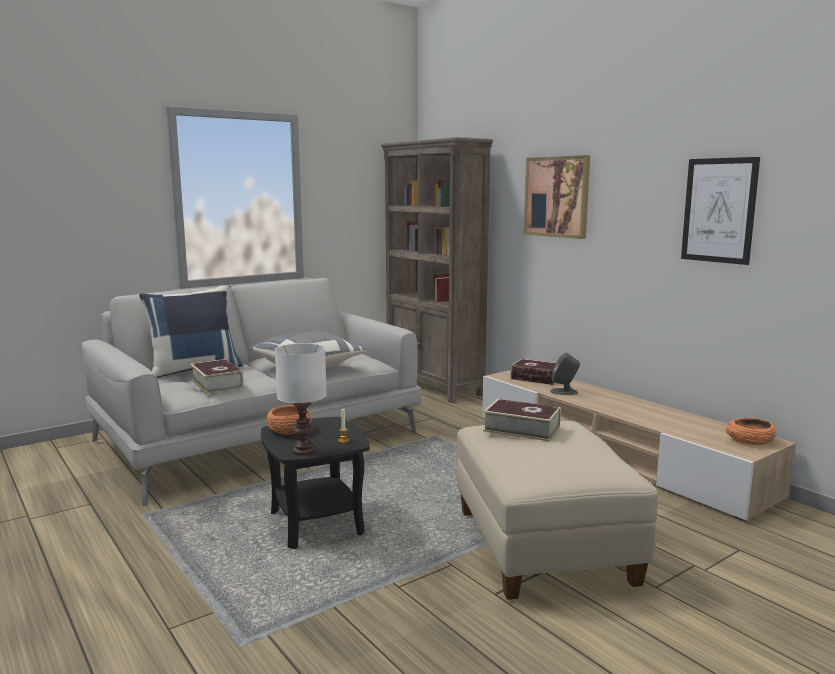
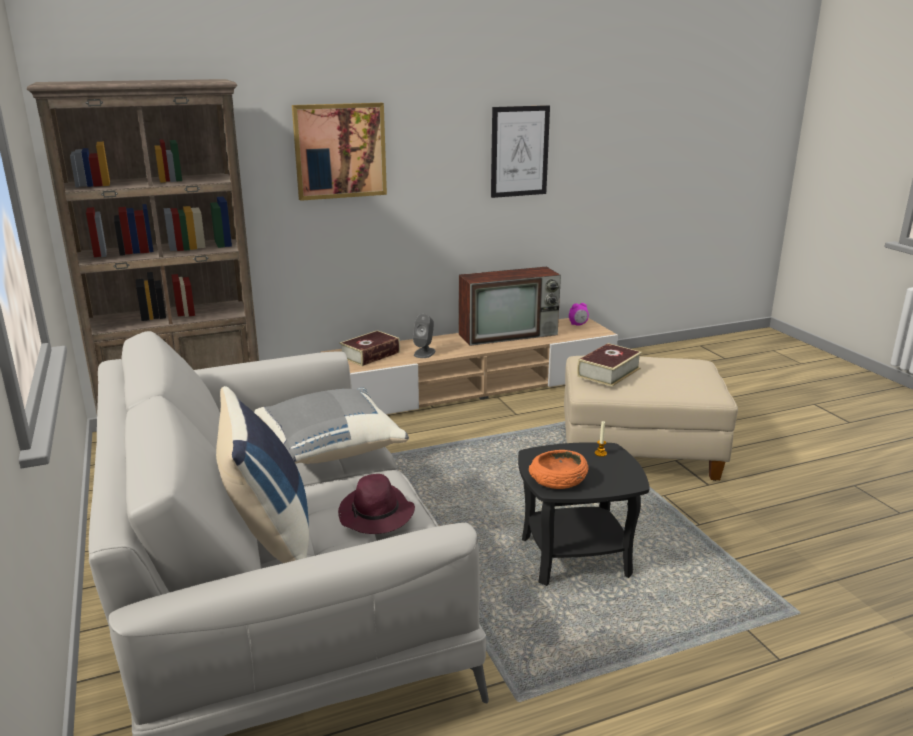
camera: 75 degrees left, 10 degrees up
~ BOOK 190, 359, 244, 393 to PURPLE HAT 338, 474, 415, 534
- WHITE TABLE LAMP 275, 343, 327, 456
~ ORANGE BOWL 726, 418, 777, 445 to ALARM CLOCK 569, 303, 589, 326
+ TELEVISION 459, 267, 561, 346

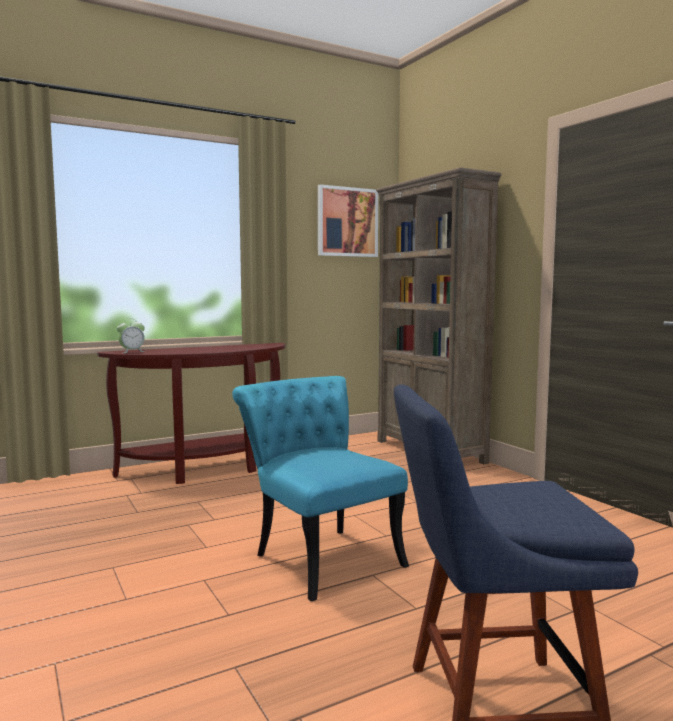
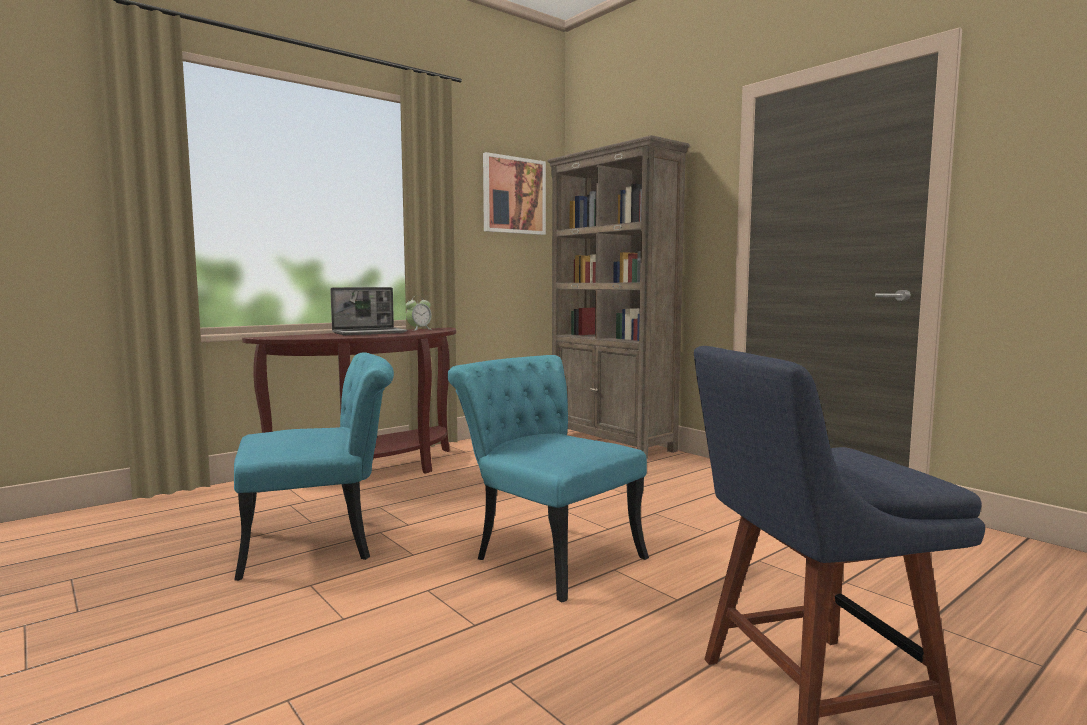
camera: 10 degrees left, 0 degrees up
~ ALARM CLOCK 117, 320, 145, 353 to 406, 296, 432, 331
+ TURQUOISE CHAIR 234, 352, 394, 581
+ LAPTOP 330, 287, 407, 335

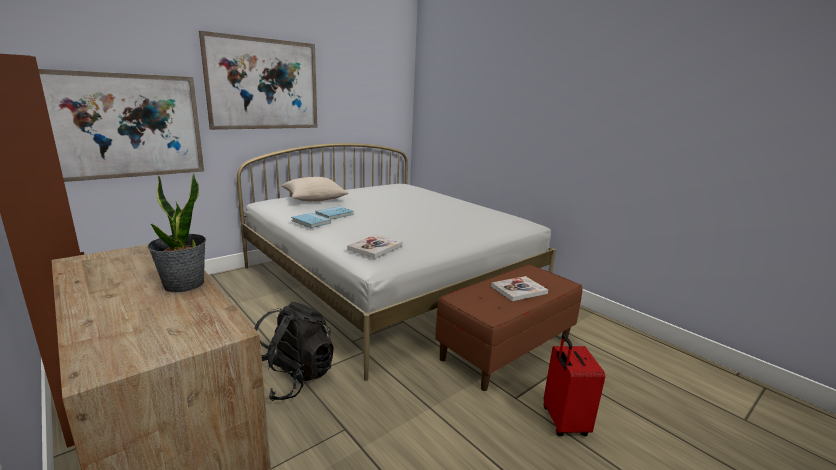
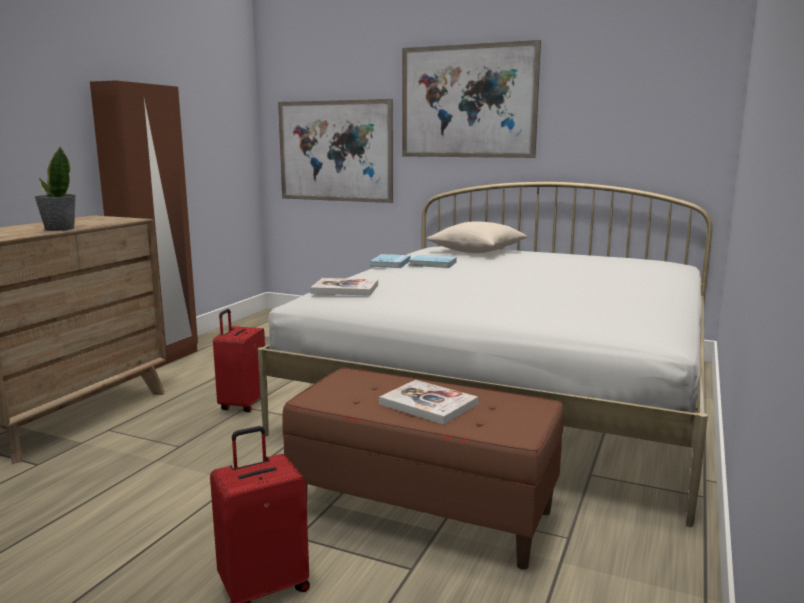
camera: 65 degrees right, 5 degrees down
~ BLACK BACKPACK 254, 302, 334, 401 to RED SUITCASE 213, 309, 265, 412

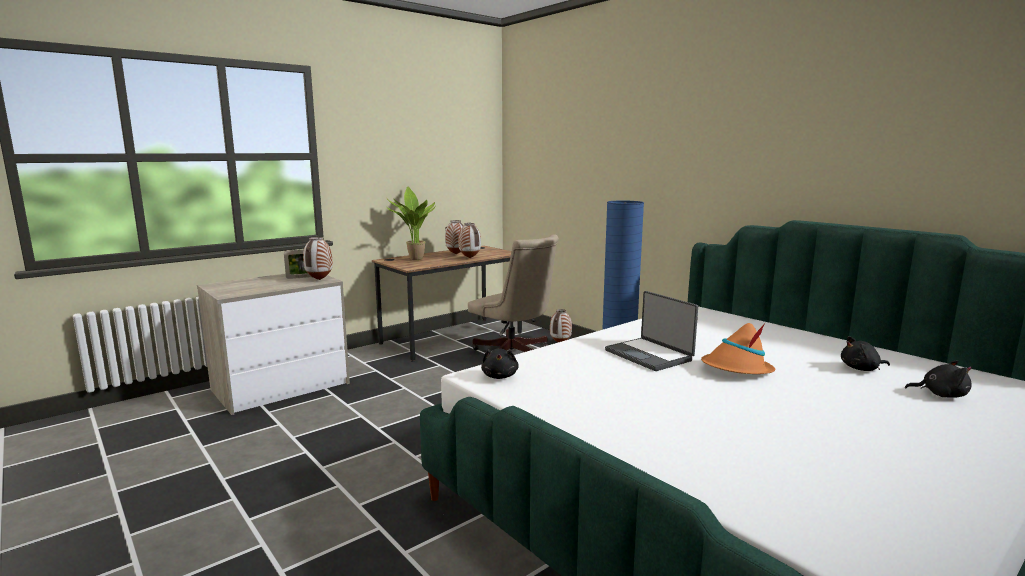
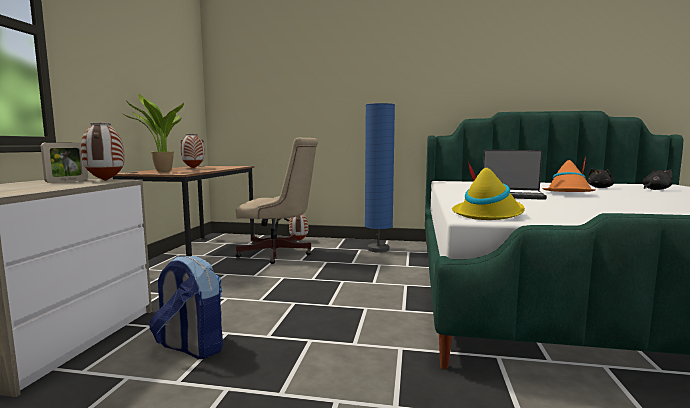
camera: 40 degrees left, 5 degrees down
- VASE 458, 223, 481, 258
~ BLACK PLUSH TOY 481, 348, 519, 379 to YELLOW HAT 452, 162, 525, 220
+ BACKPACK 149, 256, 223, 359

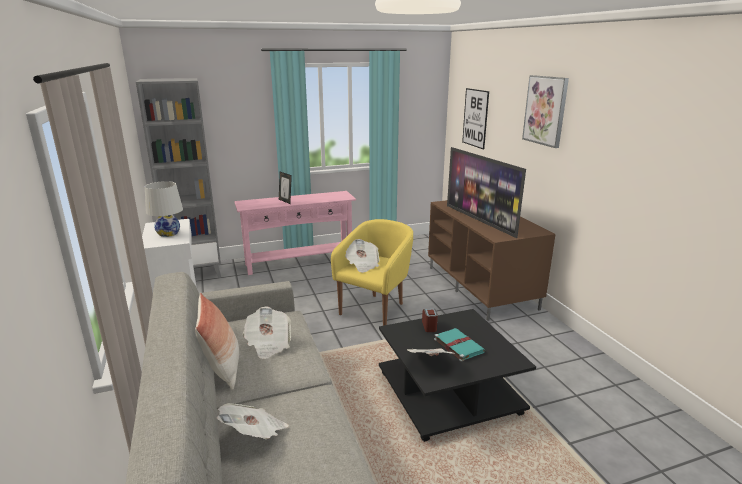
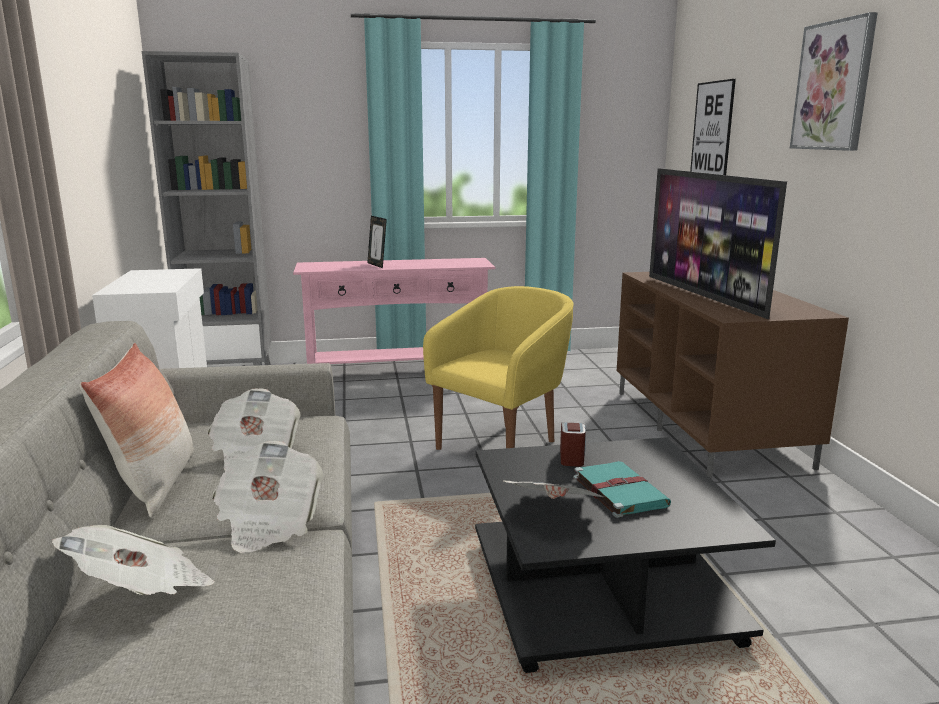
camera: 10 degrees right, 5 degrees down
- WHITE TABLE LAMP 145, 181, 183, 237
~ NEWSPAPER 345, 239, 379, 273 to 213, 441, 323, 553

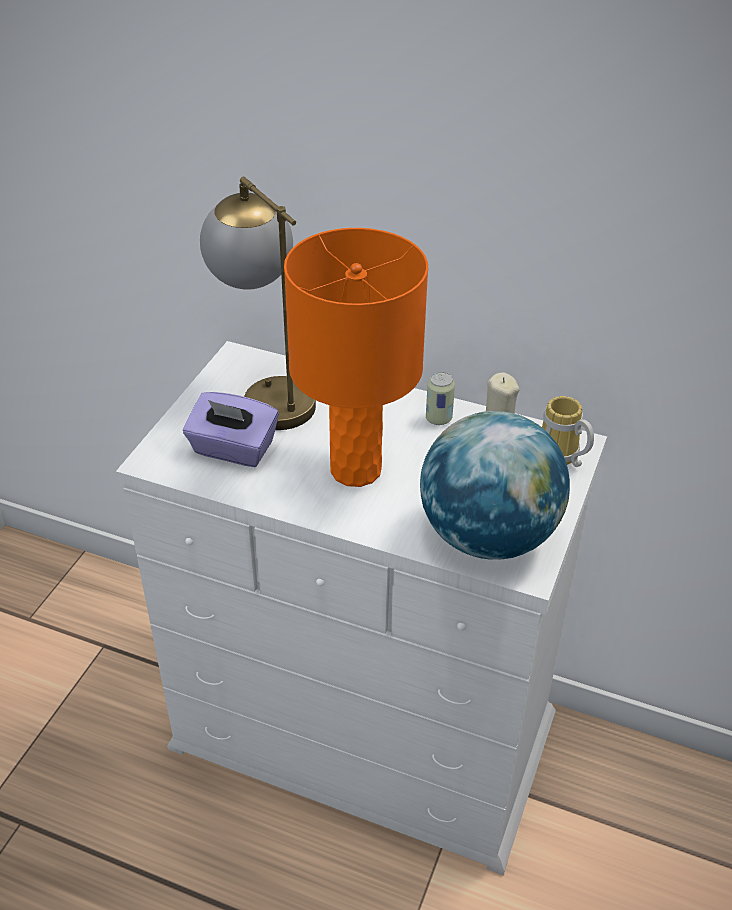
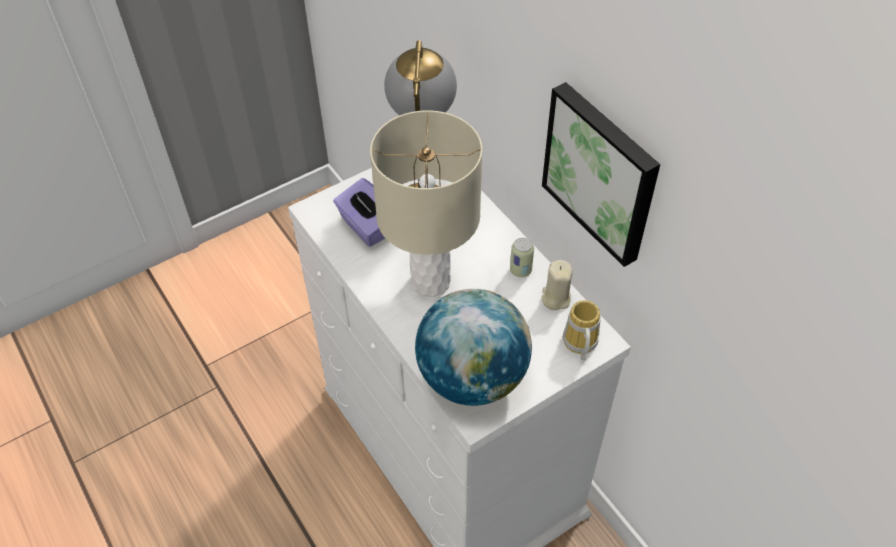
camera: 35 degrees right, 10 degrees up
~ ORANGE TABLE LAMP 284, 228, 428, 487 to BEIGE TABLE LAMP 370, 110, 483, 297
+ PICTURE 542, 82, 660, 267

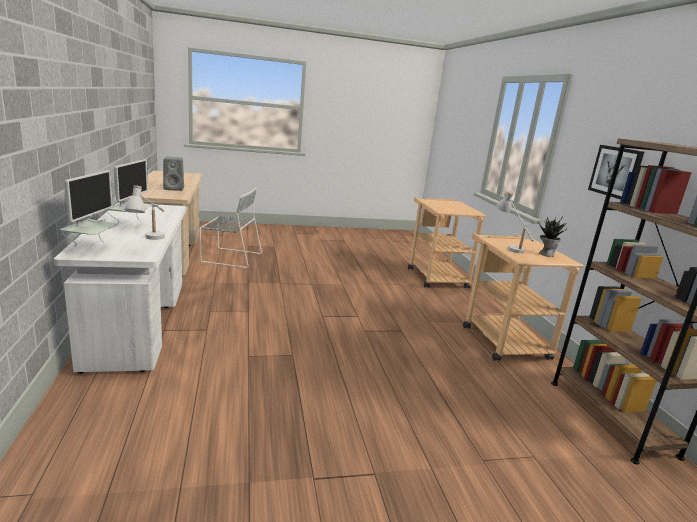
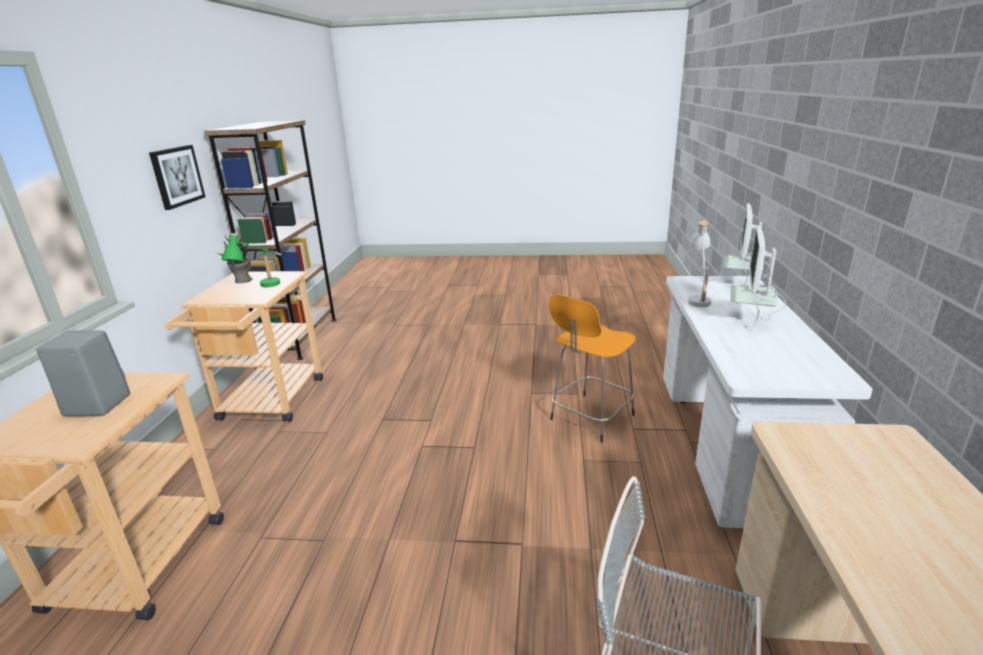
camera: 160 degrees left, 5 degrees up
~ GREY SPEAKER 163, 157, 184, 191 to 36, 330, 130, 416
~ WHITE TABLE LAMP 497, 191, 534, 253 to GREEN TABLE LAMP 221, 233, 282, 287
+ ORANGE STOOL 549, 294, 636, 442

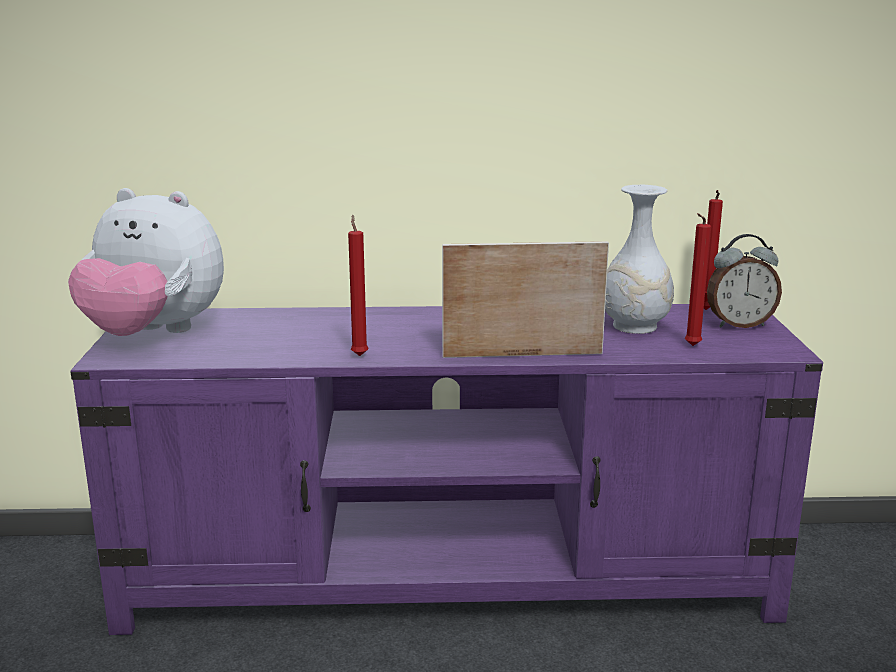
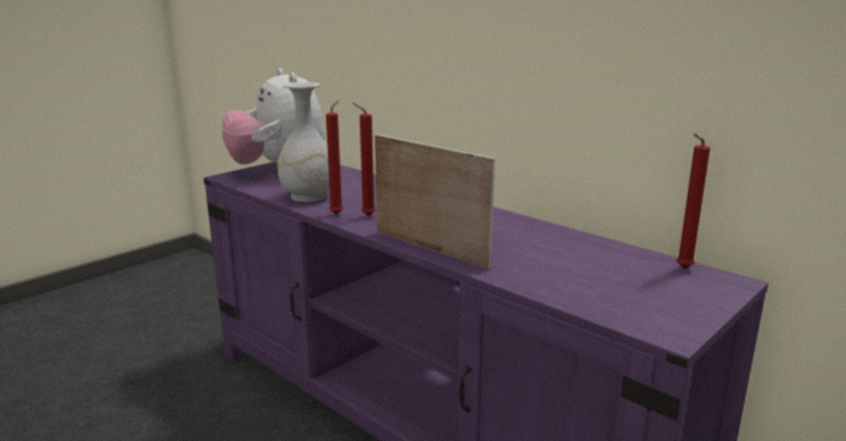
camera: 45 degrees right, 0 degrees up
~ WHITE VASE 605, 185, 674, 334 to 277, 82, 330, 202
~ RED CANDLE 685, 213, 711, 346 to 353, 103, 376, 216
- ALARM CLOCK 707, 234, 782, 328

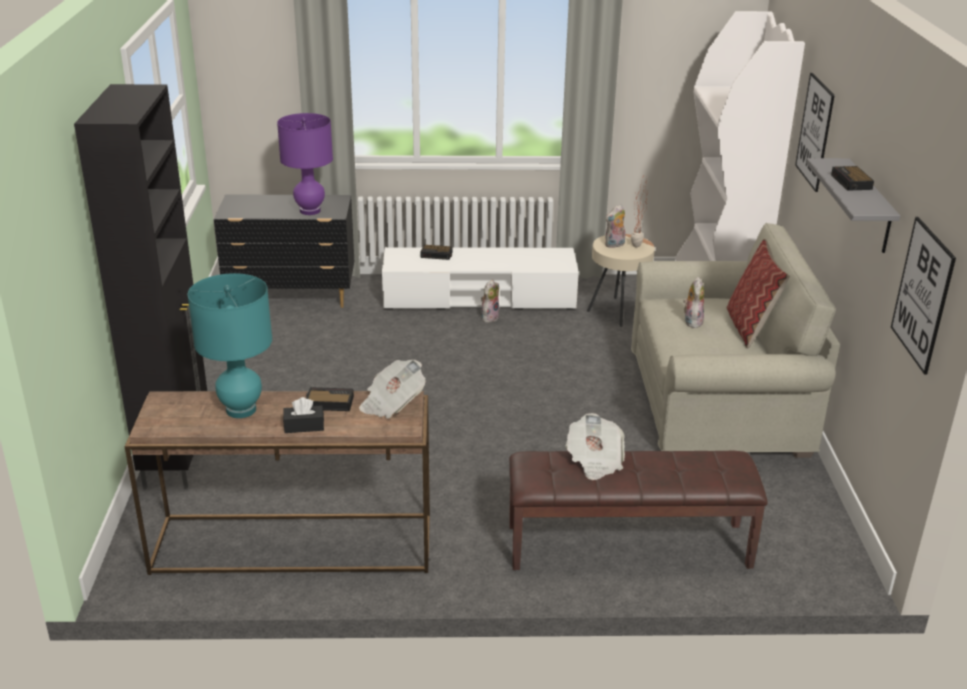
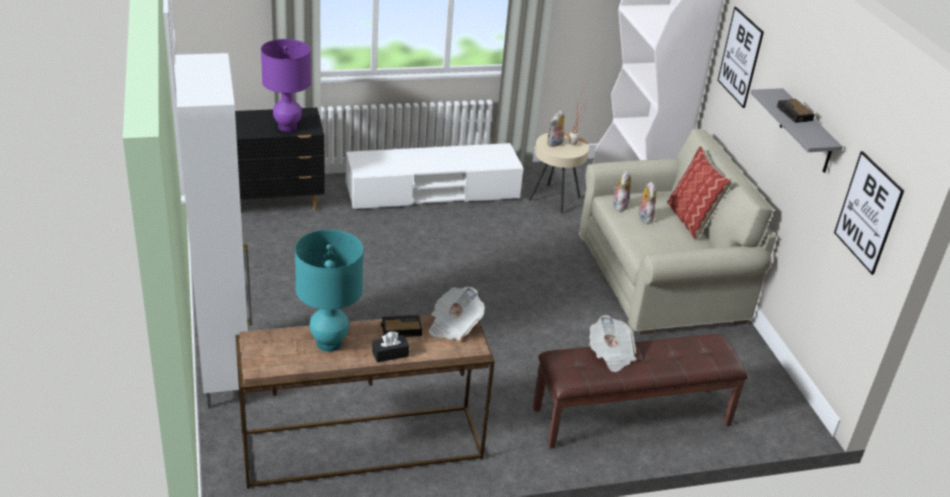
camera: 15 degrees left, 5 degrees up
~ BLACK CABINET 74, 84, 207, 489 to WHITE CABINET 175, 53, 252, 408
- ALARM CLOCK 420, 245, 452, 260
~ PLUSH TOY 481, 280, 499, 323 to 613, 170, 631, 211

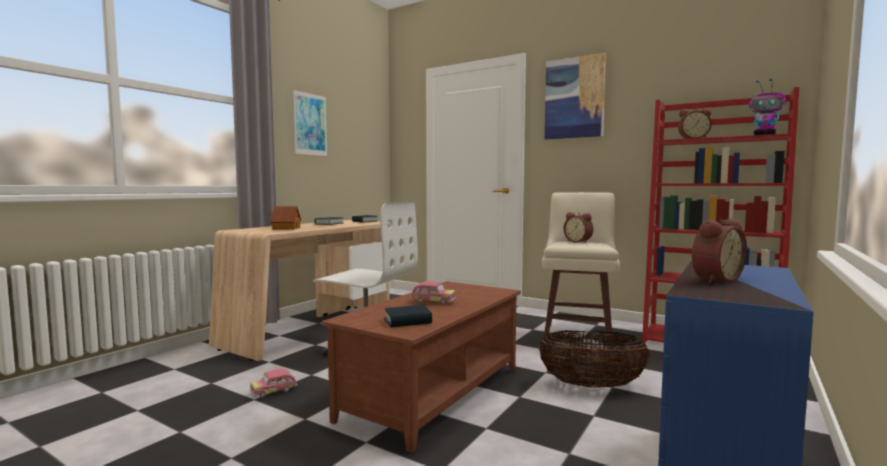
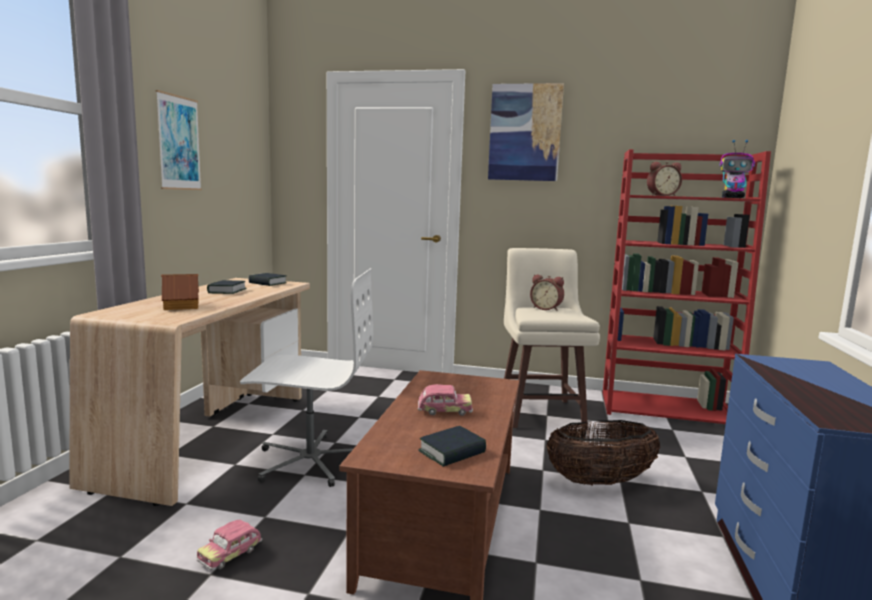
camera: 20 degrees left, 5 degrees up
- ALARM CLOCK 692, 219, 747, 283

